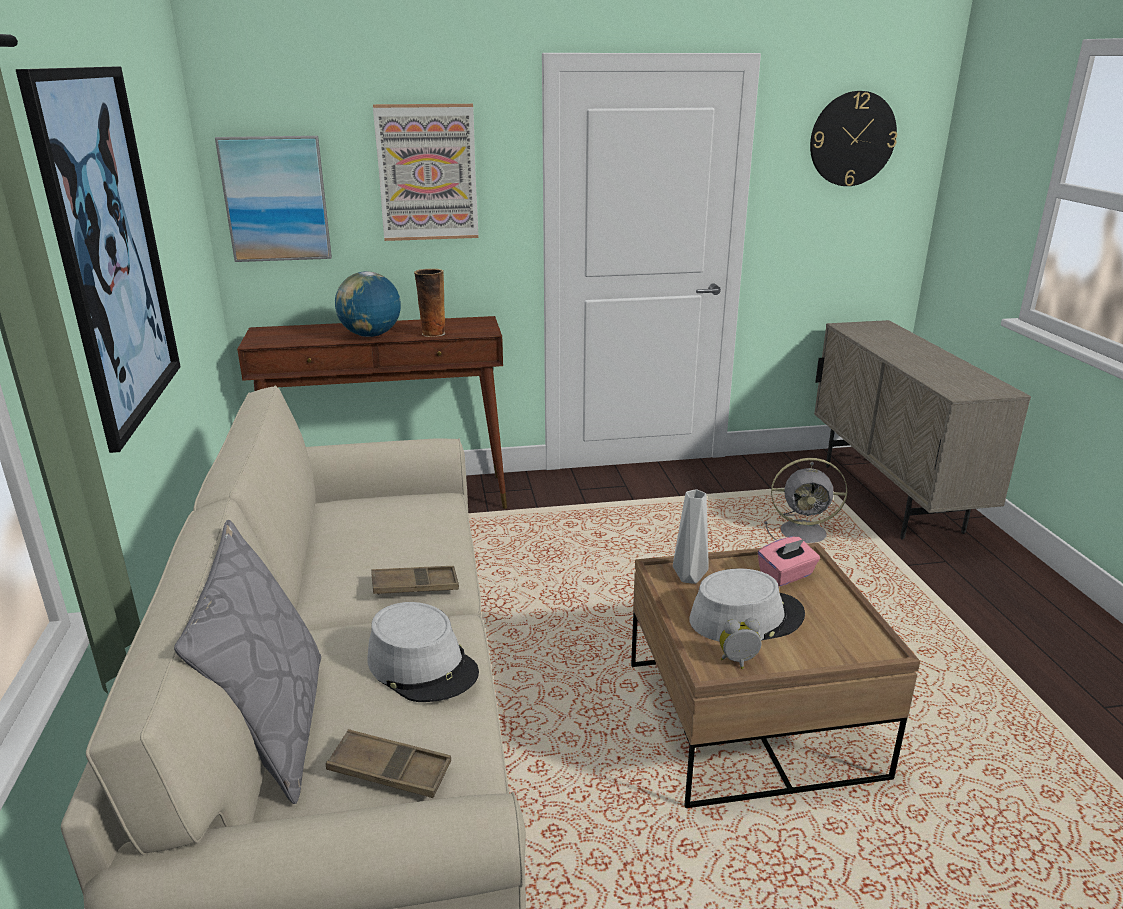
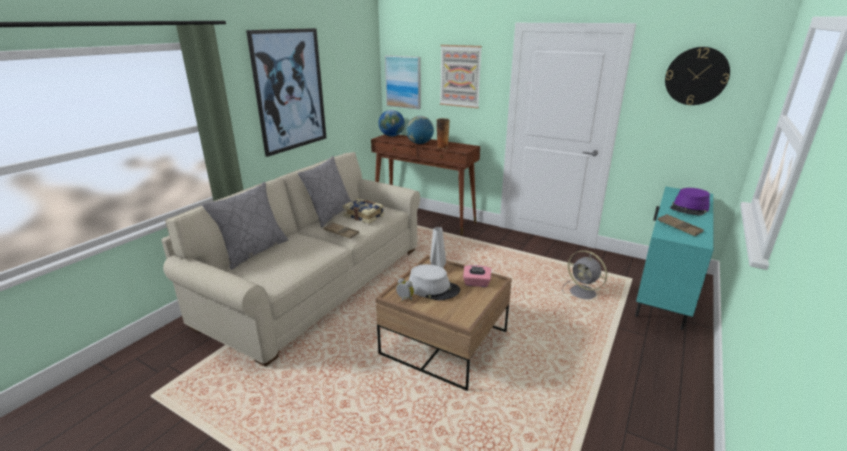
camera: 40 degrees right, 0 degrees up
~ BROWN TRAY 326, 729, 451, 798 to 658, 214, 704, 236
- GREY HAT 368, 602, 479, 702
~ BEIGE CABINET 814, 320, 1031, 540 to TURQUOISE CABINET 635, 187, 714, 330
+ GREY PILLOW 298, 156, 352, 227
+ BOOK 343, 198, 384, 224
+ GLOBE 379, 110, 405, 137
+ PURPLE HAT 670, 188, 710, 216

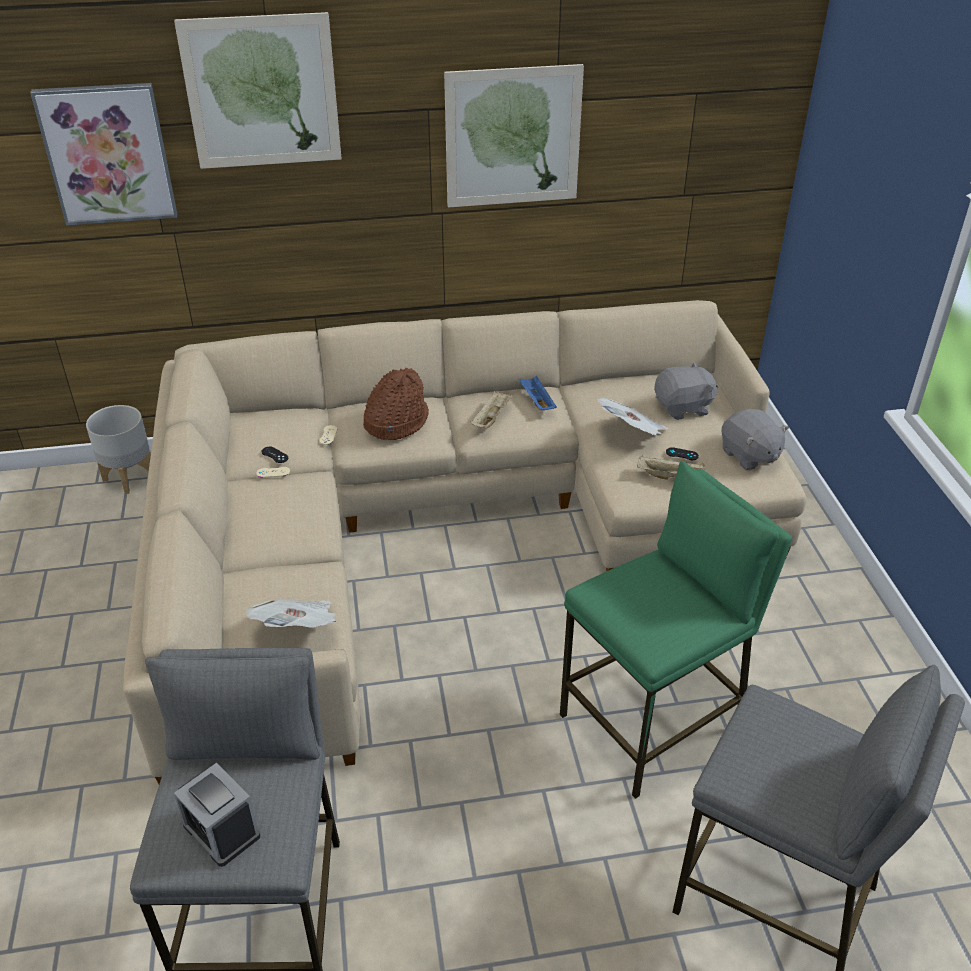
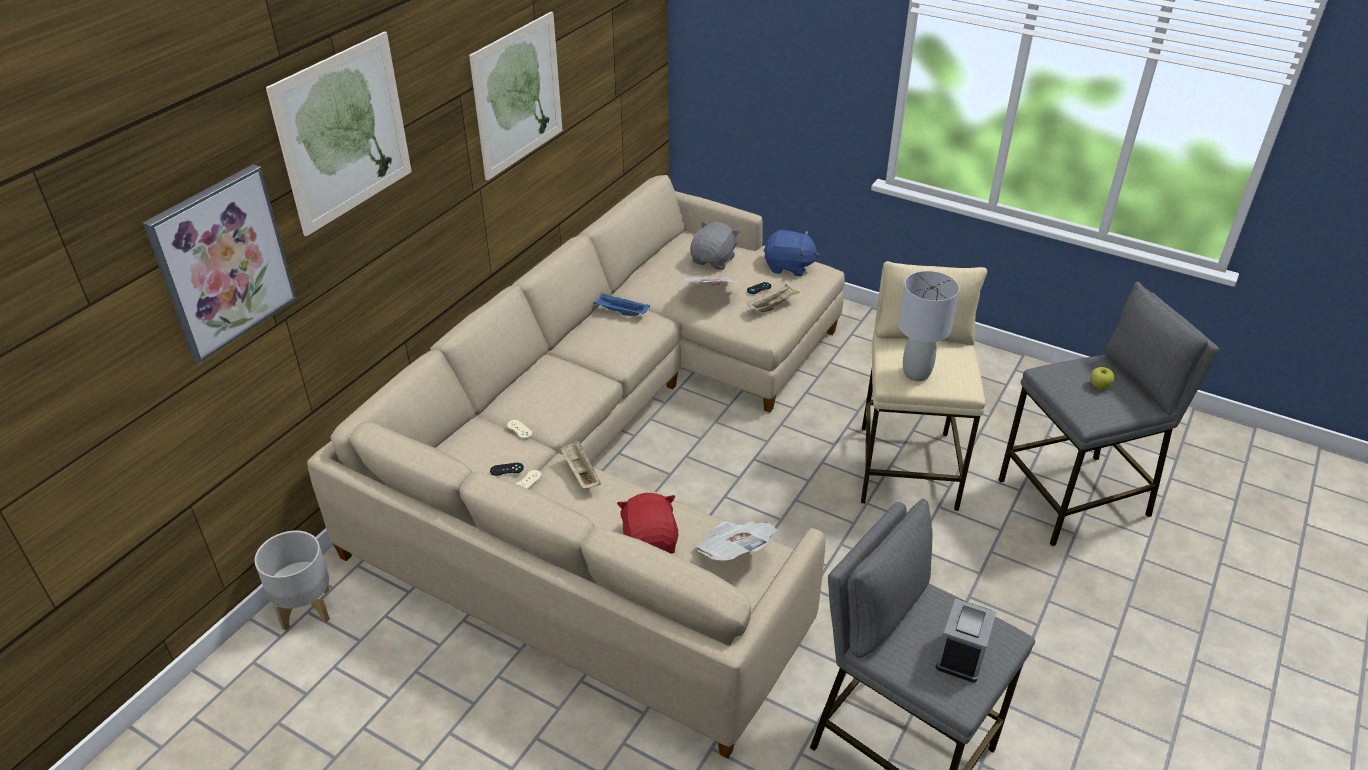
camera: 50 degrees left, 0 degrees up
~ ALARM CLOCK 174, 763, 260, 867 = 936, 598, 996, 682 60 degrees counterclockwise
- BROWN HAT 363, 368, 429, 440
~ BEIGE TRAY 471, 391, 514, 429 to 560, 440, 601, 489
~ GREEN STOOL 560, 461, 792, 799 to BEIGE STOOL 861, 261, 987, 511
~ GREY PLUSH TOY 721, 409, 789, 470 to BLUE PLUSH TOY 764, 230, 820, 276
+ RED PLUSH TOY 617, 493, 678, 554
+ GREY TABLE LAMP 898, 271, 959, 381
+ APPLE 1090, 367, 1114, 389

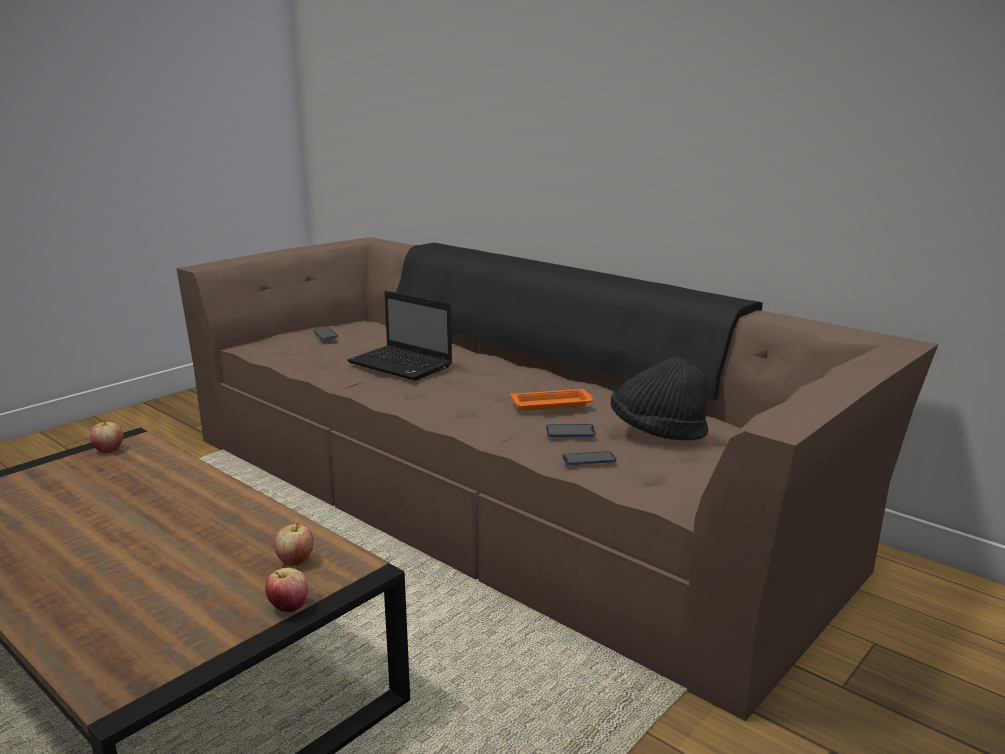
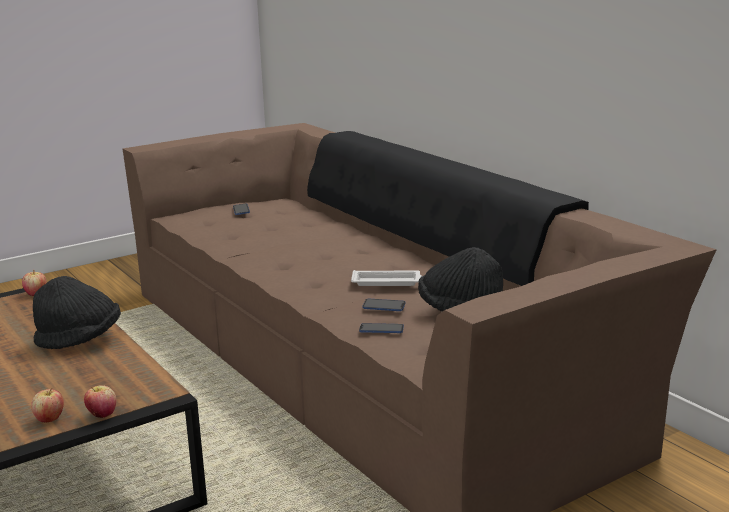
camera: 15 degrees right, 0 degrees up
~ APPLE 274, 522, 314, 565 to 31, 388, 64, 423
- LAPTOP 347, 291, 452, 381
~ ORANGE TRAY 510, 389, 593, 411 to WHITE TRAY 351, 270, 422, 286
+ BLACK HAT 33, 276, 121, 349

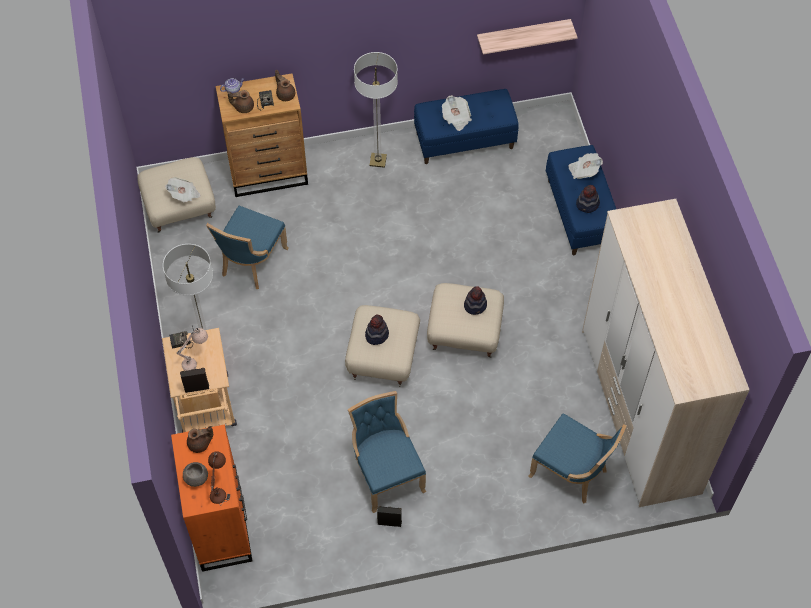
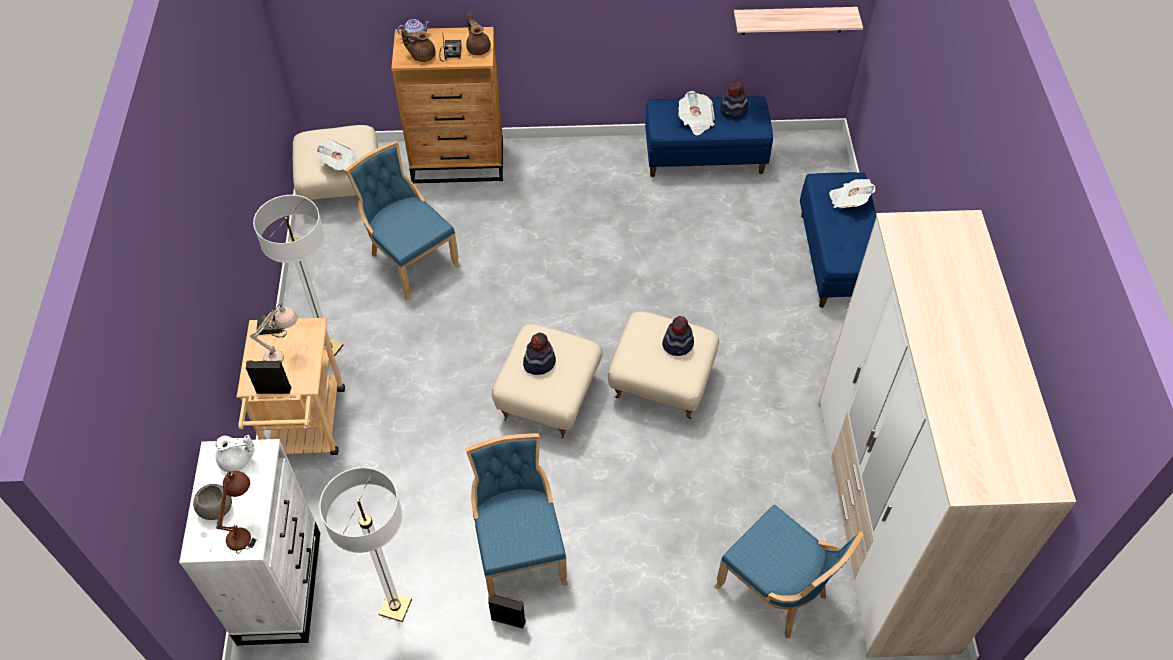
camera: 10 degrees right, 5 degrees down
~ ORANGE DRESSER 171, 425, 253, 572 to WHITE DRESSER 179, 439, 320, 646
~ BROWN TEAPOT 187, 426, 213, 453 to WHITE TEAPOT 215, 435, 255, 472
~ BLUE CHAIR 206, 206, 289, 289 = 345, 141, 461, 301 105 degrees clockwise
~ FLOOR LAMP 354, 52, 398, 168 to 319, 467, 412, 622
~ HAT 576, 185, 600, 213 to 720, 81, 749, 119

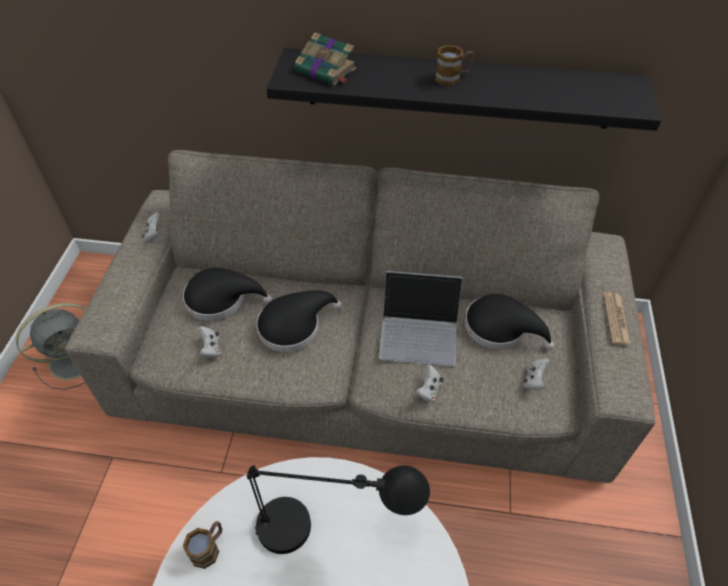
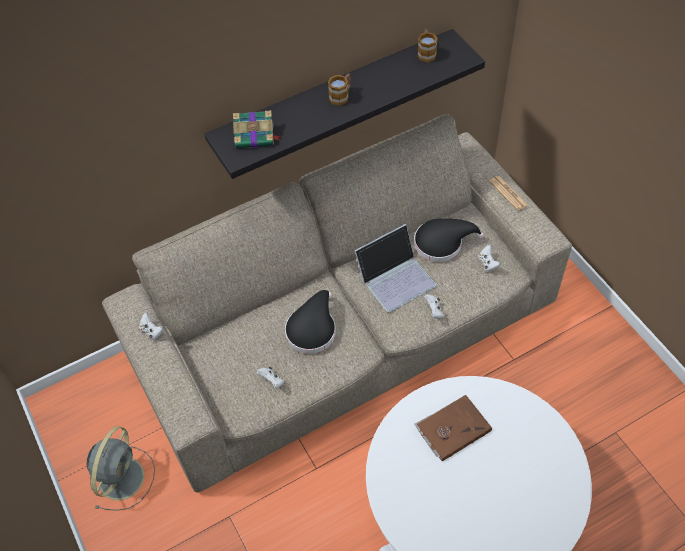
camera: 35 degrees left, 5 degrees up
- BLACK HAT 183, 268, 272, 321
~ MUG 183, 521, 222, 569 to 417, 29, 438, 62
~ BLACK TABLE LAMP 247, 465, 430, 554 to BROWN BOOK 415, 395, 492, 461

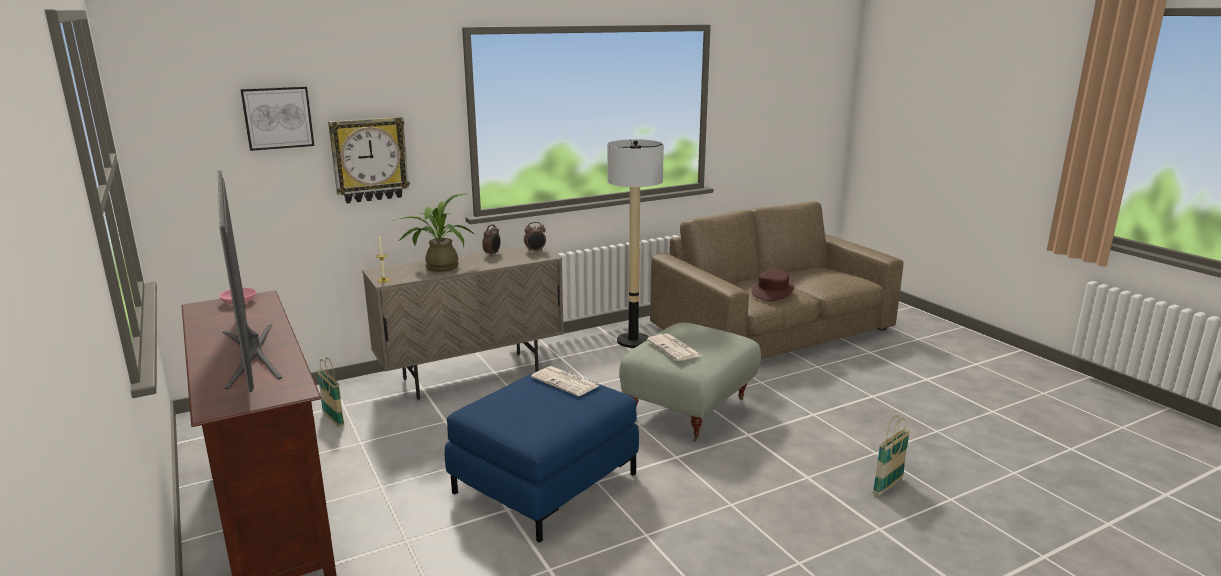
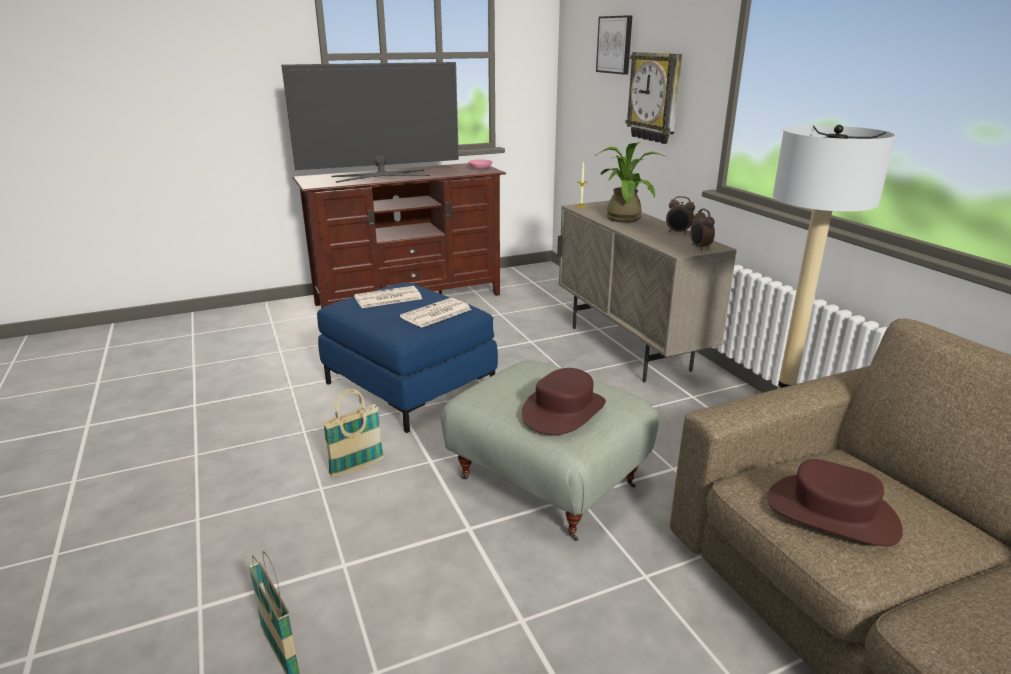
camera: 95 degrees right, 5 degrees up
~ BASKET 317, 357, 344, 427 to 322, 389, 384, 478
~ NEWSPAPER 647, 334, 703, 361 to 354, 286, 422, 308
+ BROWN HAT 522, 368, 606, 435

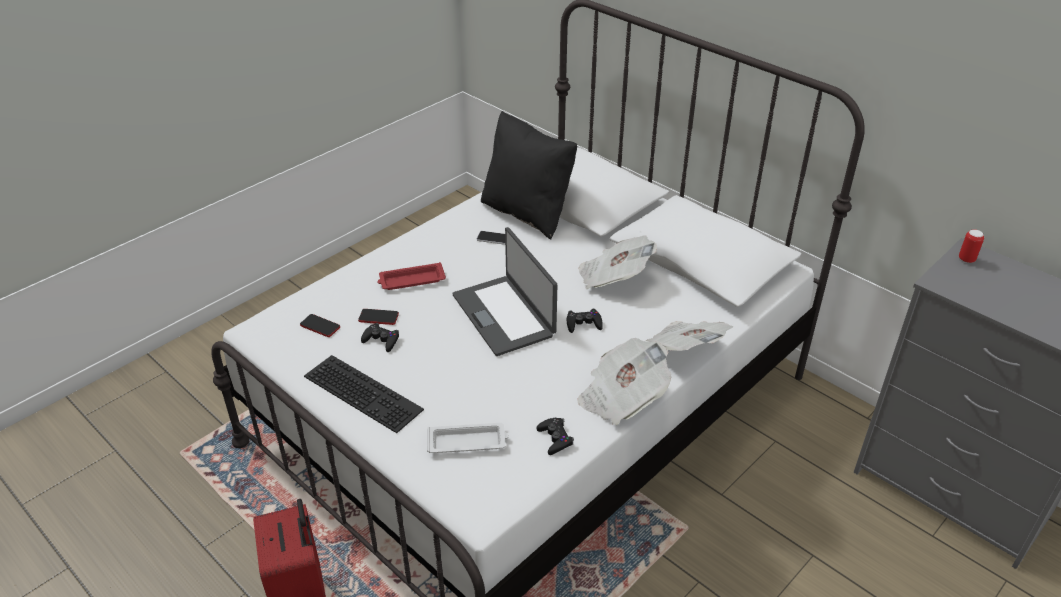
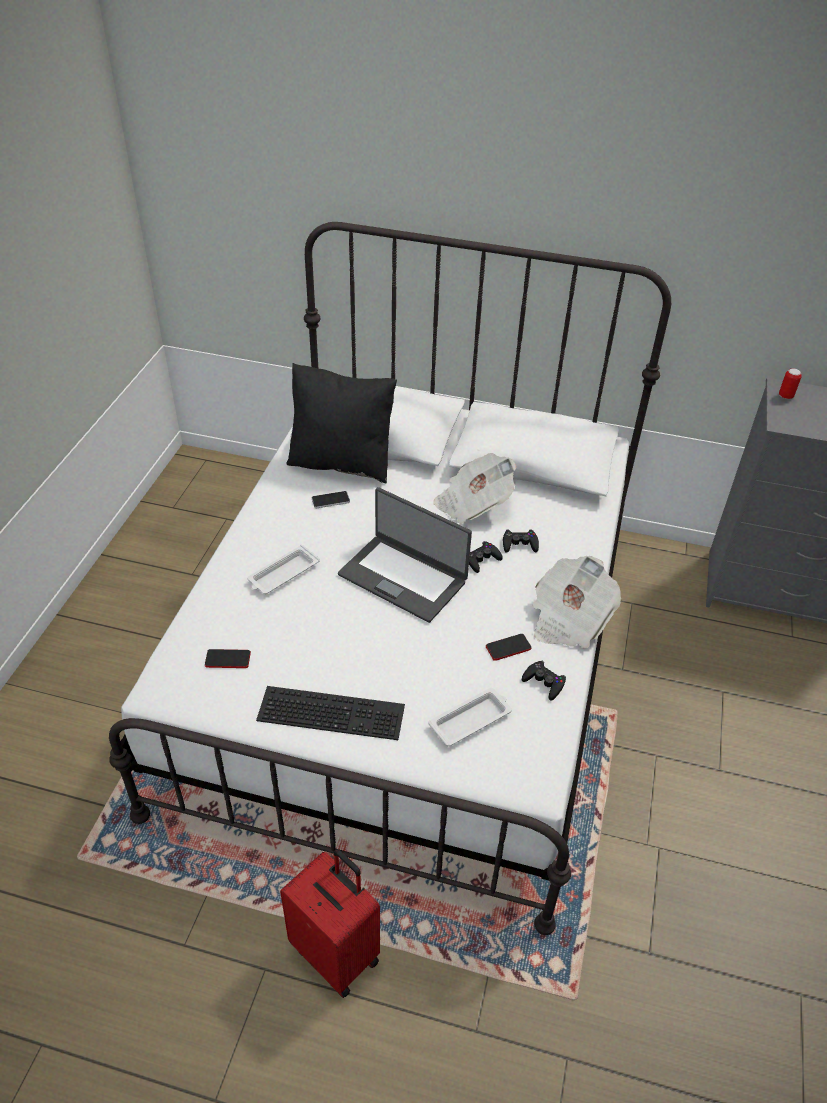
camera: 30 degrees left, 5 degrees up
~ PHONE 358, 309, 399, 325 to 486, 634, 532, 661
~ BLACK GAME CONTROLLER 361, 323, 399, 352 to 503, 529, 539, 553
~ RED TRAY 377, 262, 446, 290 to WHITE TRAY 247, 545, 320, 594
- NEWSPAPER 646, 321, 733, 351

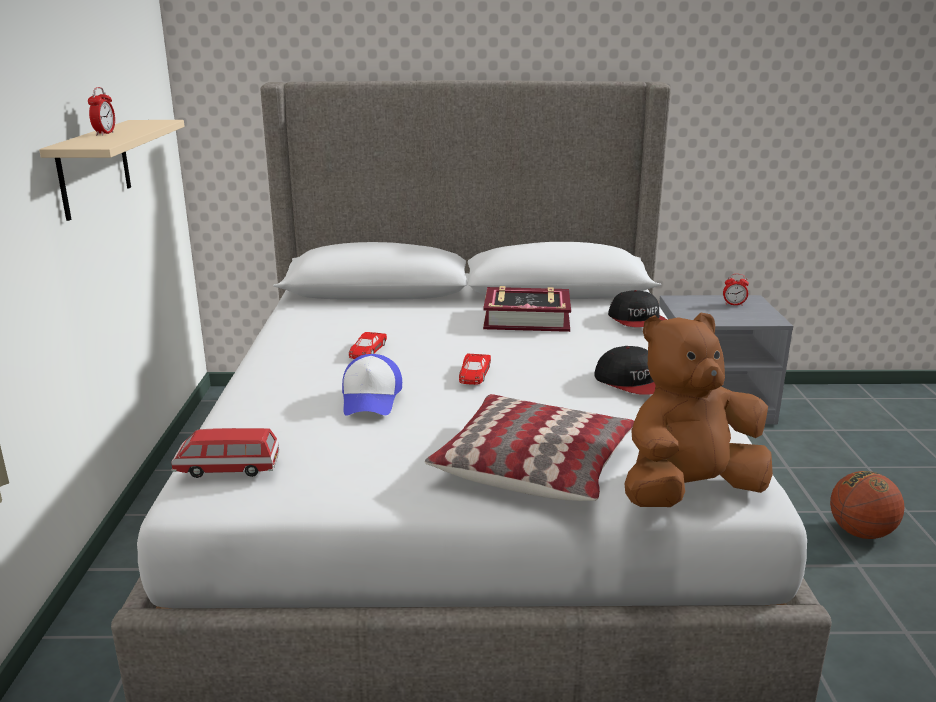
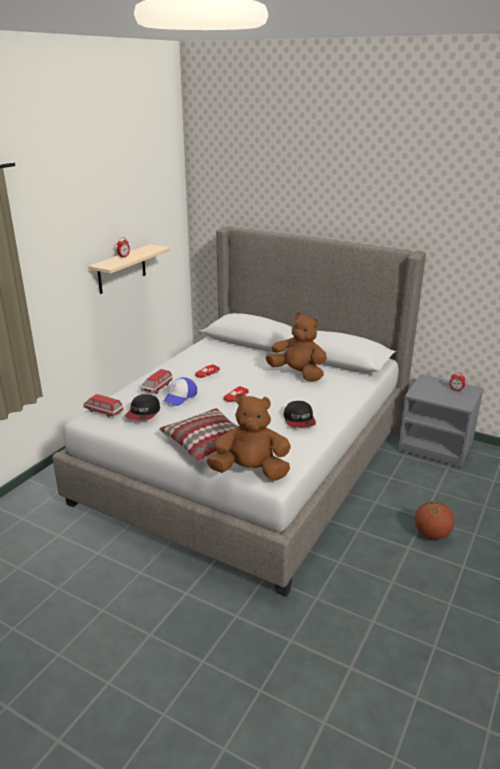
camera: 30 degrees right, 5 degrees up
~ BOOK 483, 286, 571, 332 to BROWN PLUSH TOY 266, 312, 327, 381
~ CAP 608, 290, 667, 327 to 125, 394, 160, 421
+ TOY CAR 141, 369, 173, 394

